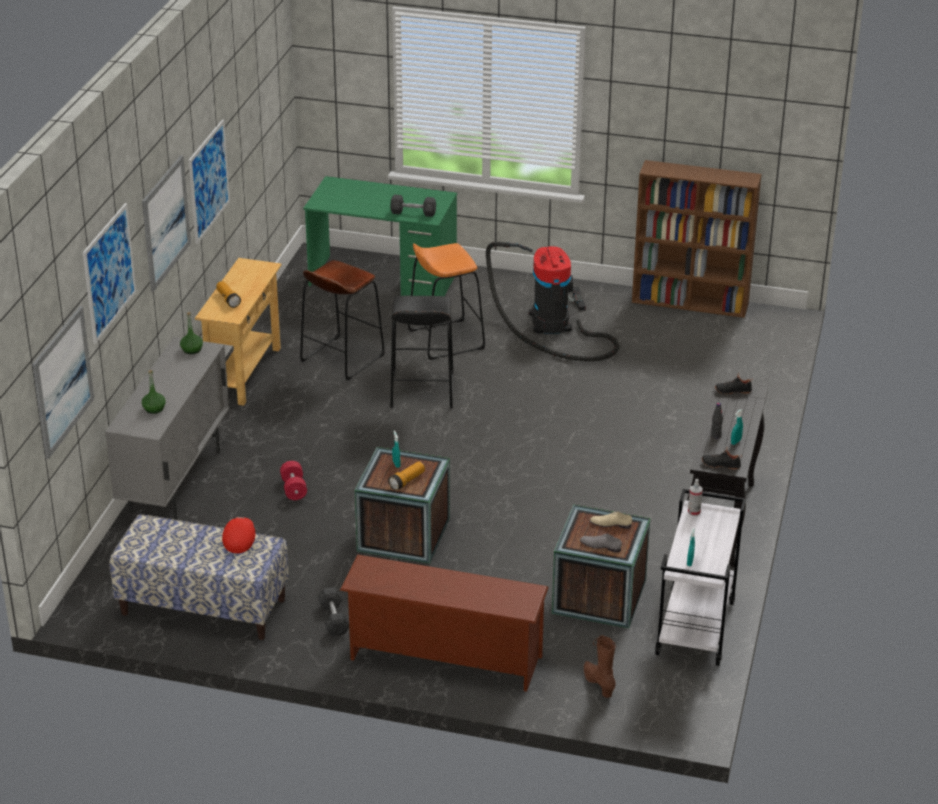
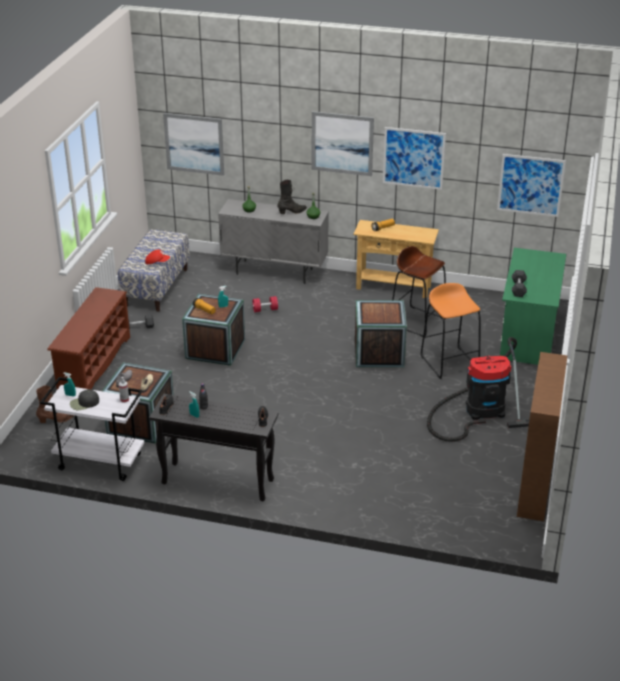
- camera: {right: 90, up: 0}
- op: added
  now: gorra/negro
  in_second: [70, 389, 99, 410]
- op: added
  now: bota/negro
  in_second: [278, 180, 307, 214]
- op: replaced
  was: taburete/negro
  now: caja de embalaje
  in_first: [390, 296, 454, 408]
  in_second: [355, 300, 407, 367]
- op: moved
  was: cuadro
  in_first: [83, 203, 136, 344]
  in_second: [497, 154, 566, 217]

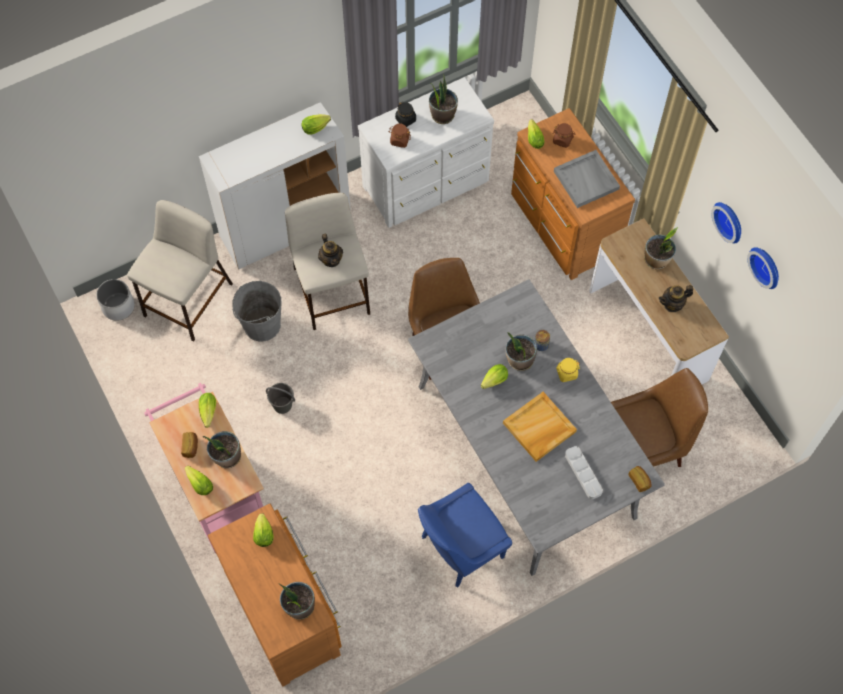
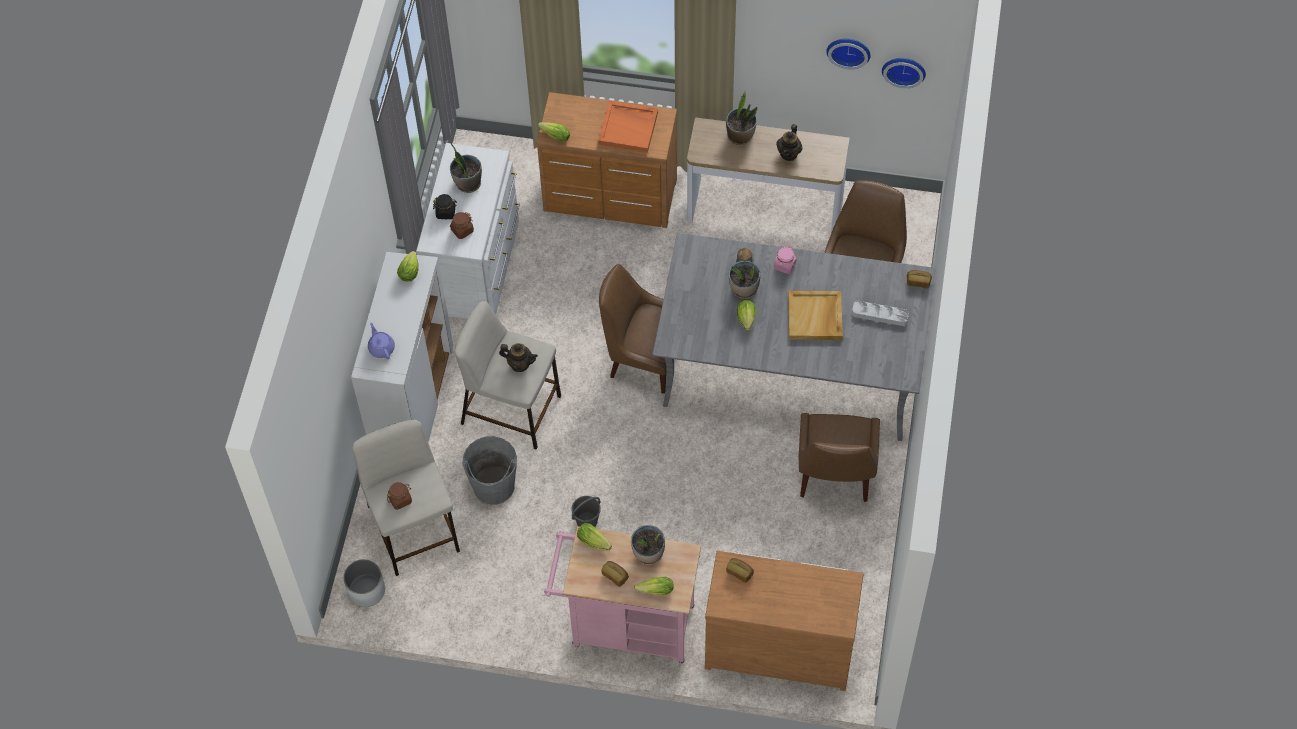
- camera: {right: -50, up: -5}
- op: added
  now: tetera/morado
  in_second: [368, 323, 395, 359]
- op: moved
  was: tarro/marrón
  in_first: [553, 123, 575, 148]
  in_second: [387, 482, 412, 510]
- op: recoloured
  was: bandeja/gris
  now: bandeja/naranja
  in_first: [554, 150, 620, 208]
  in_second: [598, 101, 658, 153]
- op: replaced
  was: lechuga
  now: pan
  in_first: [253, 513, 274, 547]
  in_second: [726, 558, 754, 583]
- op: recoloured
  was: tarro/amarillo
  now: tarro/rosa
  in_first: [556, 358, 580, 382]
  in_second: [774, 246, 796, 274]
- op: recoloured
  was: silla/azul
  now: silla/marrón
  in_first: [418, 483, 512, 588]
  in_second: [799, 413, 880, 502]
- op: moved
  was: reloj de pared
  in_first: [711, 202, 741, 243]
  in_second: [882, 58, 926, 88]
- op: removed
  was: planta en maceta
  in_first: [279, 582, 315, 620]

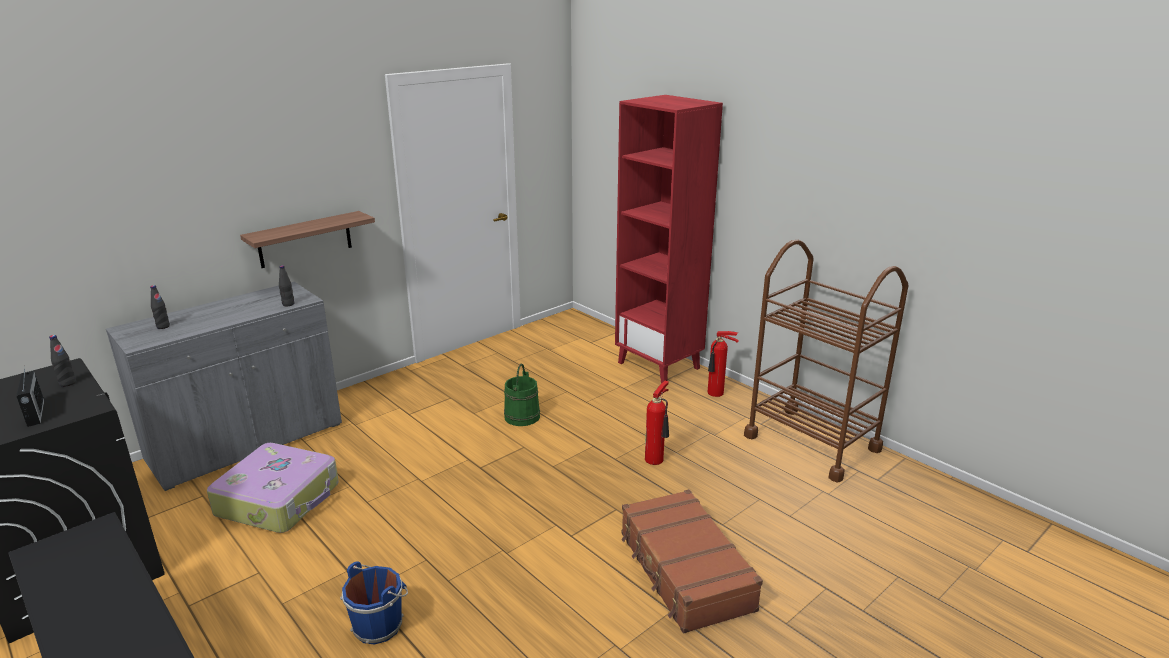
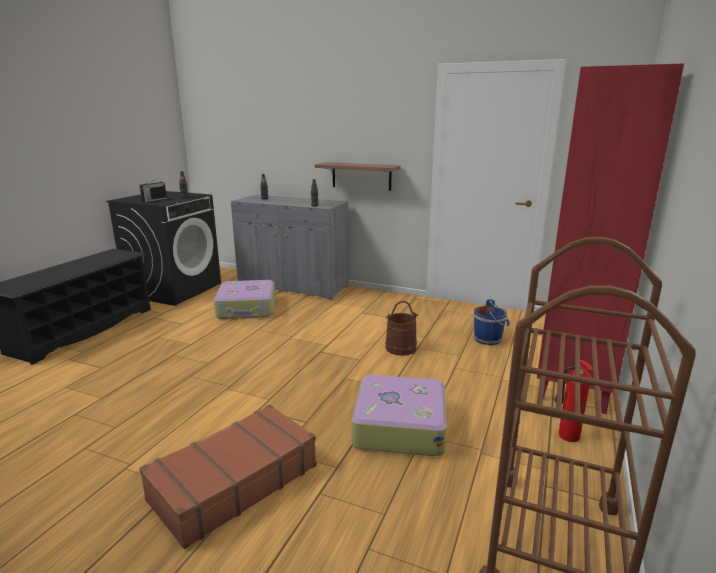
- camera: {right: 65, up: -5}
- op: replaced
  was: extintor
  now: maleta
  in_first: [645, 381, 669, 465]
  in_second: [352, 375, 447, 456]
- op: recoloured
  was: cubo/verde
  now: cubo/marrón
  in_first: [504, 364, 540, 426]
  in_second: [385, 301, 418, 356]
- op: moved
  was: cubo/azul
  in_first: [340, 561, 408, 645]
  in_second: [473, 299, 509, 345]

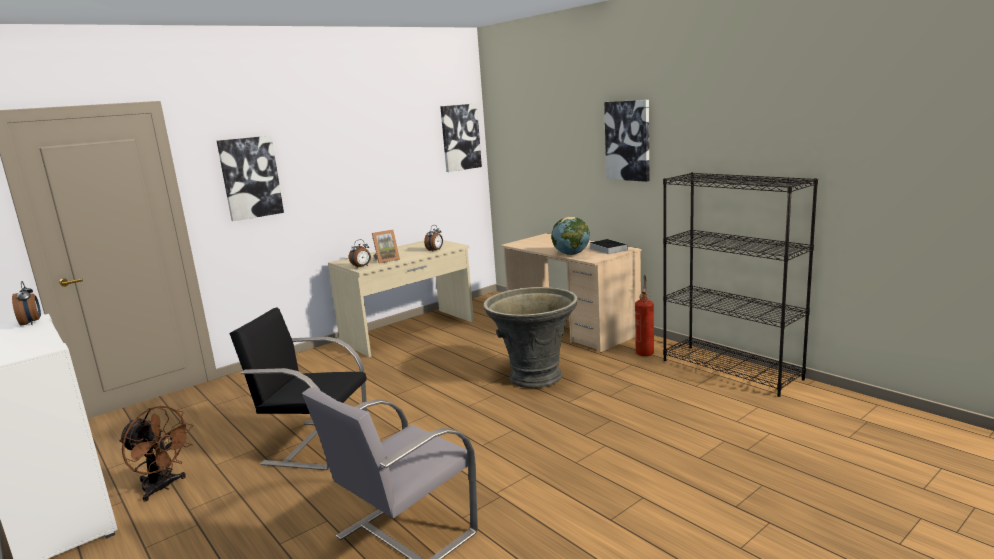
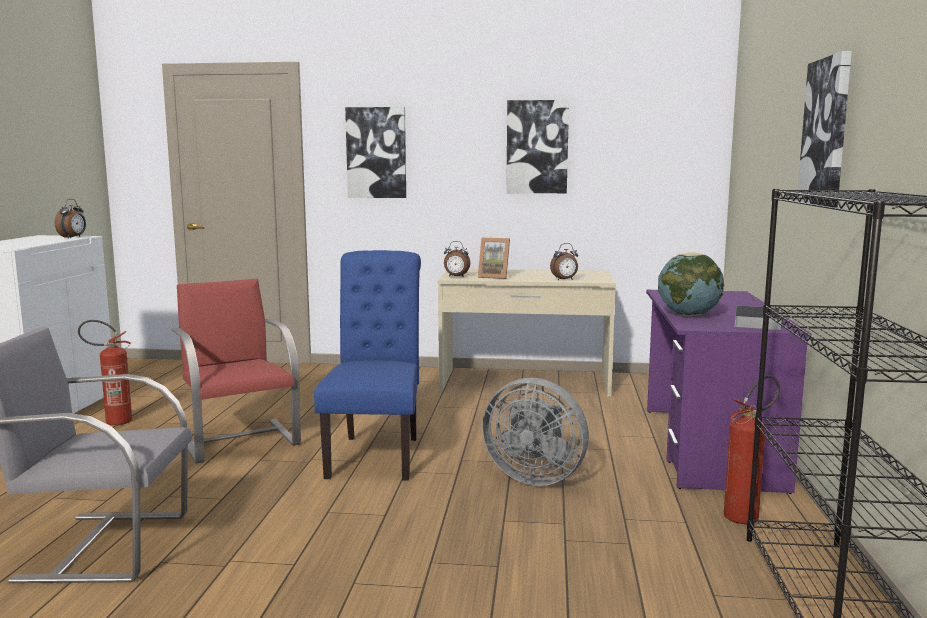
- camera: {right: 45, up: -5}
- op: replaced
  was: ventilador/marrón
  now: extintor
  in_first: [119, 406, 193, 502]
  in_second: [78, 320, 132, 425]
- op: recoloured
  was: silla/negro
  now: silla/rojo
  in_first: [229, 307, 367, 470]
  in_second: [171, 278, 301, 464]
- op: added
  now: silla/azul
  in_second: [314, 250, 421, 481]
- op: replaced
  was: maceta/gris
  now: ventilador/gris
  in_first: [483, 287, 578, 388]
  in_second: [482, 378, 589, 486]
- op: moved
  was: cuadro
  in_first: [440, 103, 482, 172]
  in_second: [506, 100, 569, 193]
- op: recoloured
  was: escritorio/beis
  now: escritorio/morado
  in_first: [500, 233, 642, 353]
  in_second: [646, 290, 812, 494]

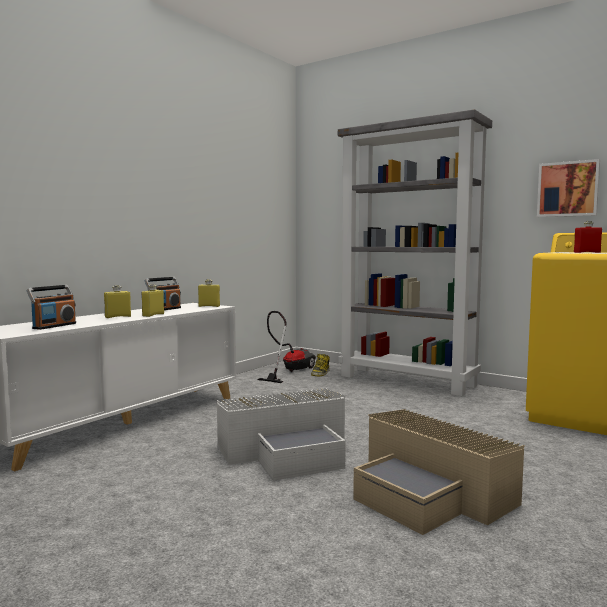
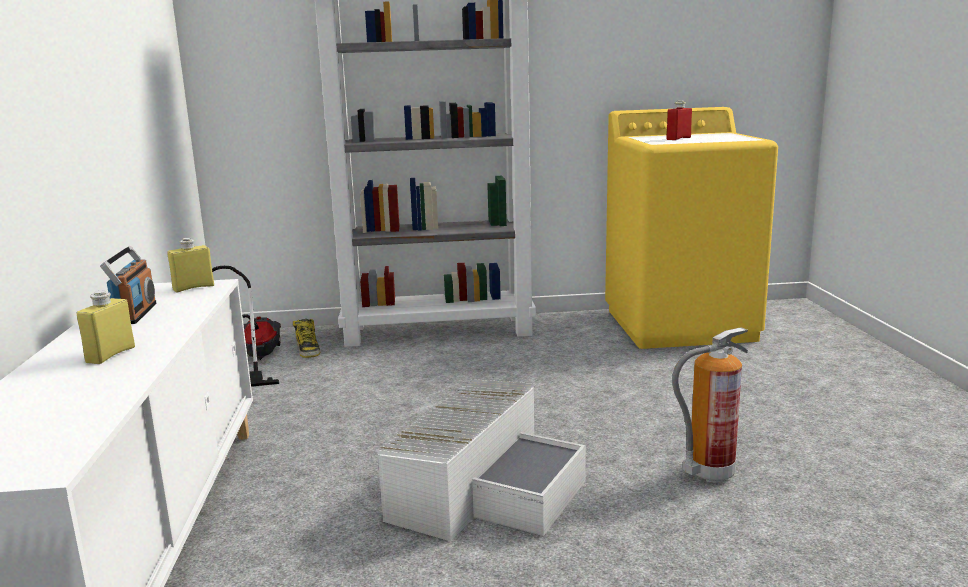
- camera: {right: -40, up: 10}
- op: replaced
  was: caja de almacenaje/beis
  now: extintor
  in_first: [353, 409, 525, 535]
  in_second: [672, 327, 748, 483]
- op: removed
  was: radio
  in_first: [26, 285, 76, 330]
- op: removed
  was: botella/amarillo
  in_first: [142, 284, 164, 317]
- op: removed
  was: cuadro
  in_first: [537, 159, 600, 217]

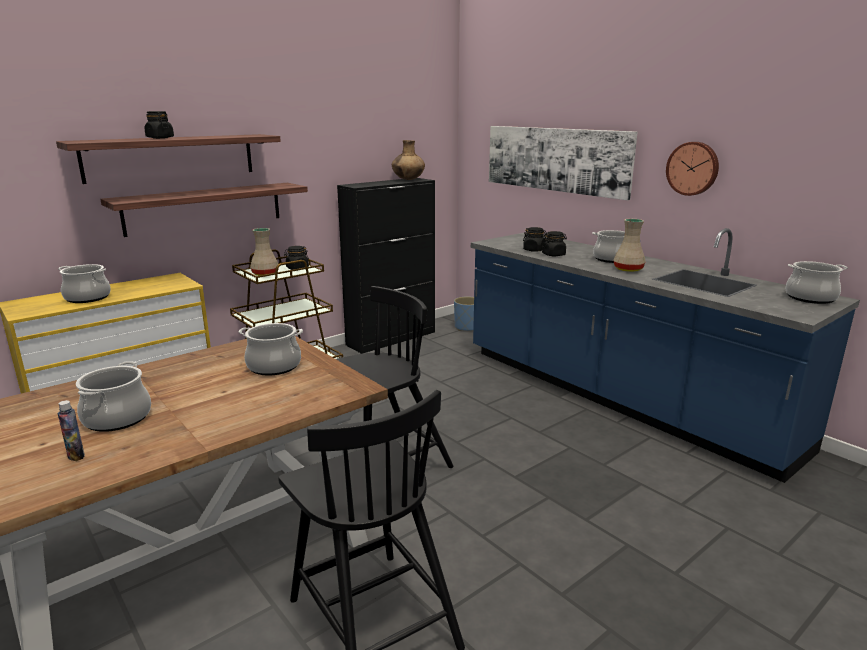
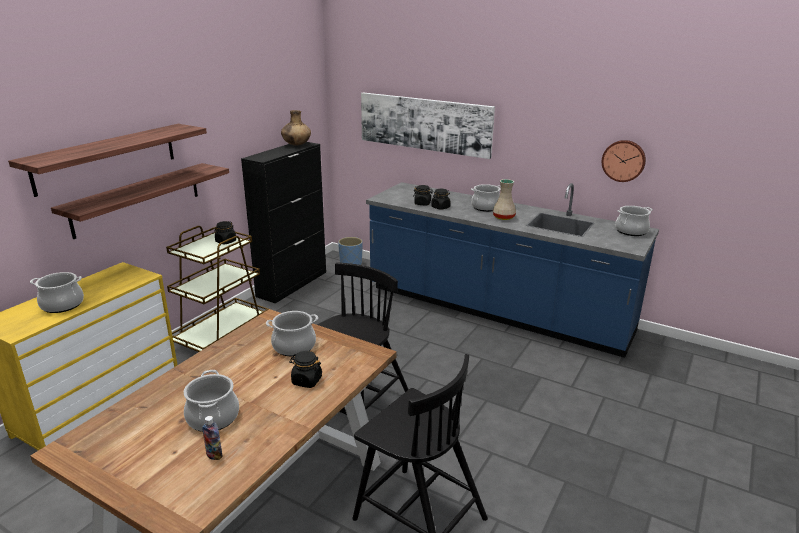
- camera: {right: -20, up: 5}
- op: moved
  was: tarro/negro
  in_first: [144, 111, 174, 139]
  in_second: [289, 351, 322, 388]
- op: moved
  was: reloj de pared
  in_first: [666, 142, 719, 196]
  in_second: [602, 140, 646, 182]
- op: removed
  was: florero/beis
  in_first: [250, 228, 279, 276]

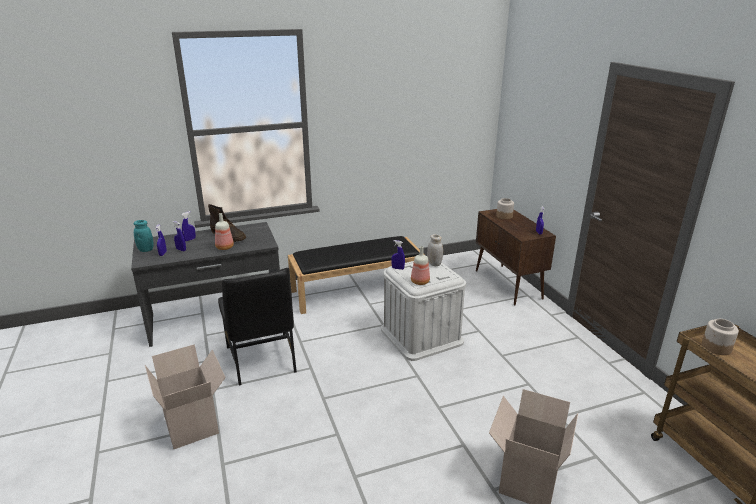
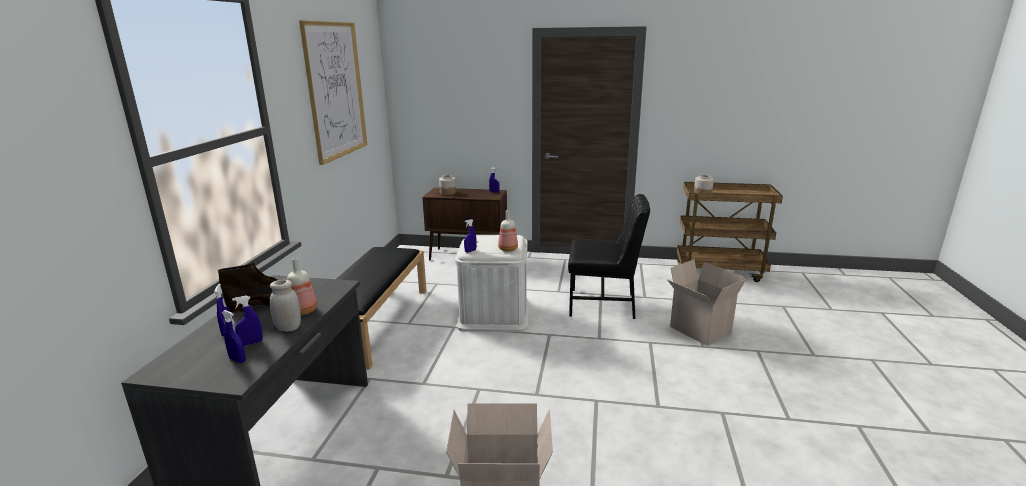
- camera: {right: -60, up: -5}
- op: moved
  was: tarro/blanco
  in_first: [427, 234, 443, 266]
  in_second: [270, 280, 301, 332]
- op: added
  now: cuadro
  in_second: [299, 21, 367, 165]
- op: moved
  was: silla/negro
  in_first: [218, 268, 297, 386]
  in_second: [568, 194, 650, 319]
- op: removed
  was: tarro/turquesa
  in_first: [134, 220, 154, 252]

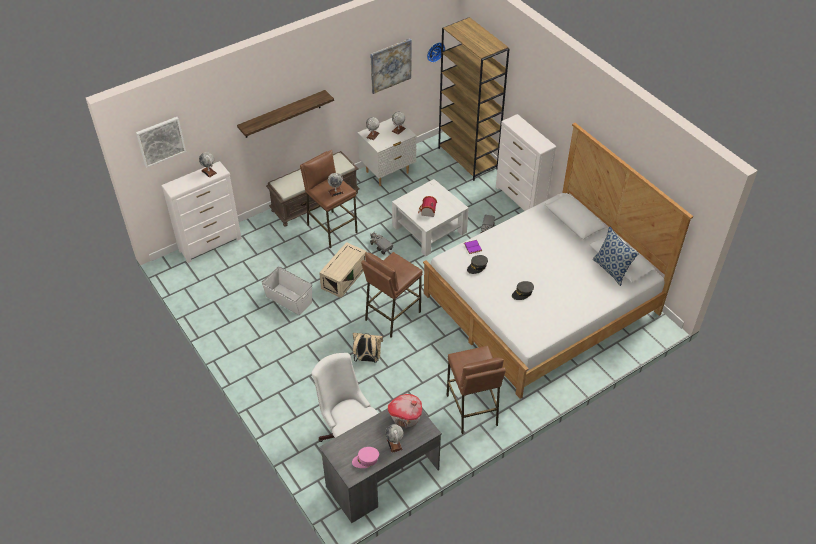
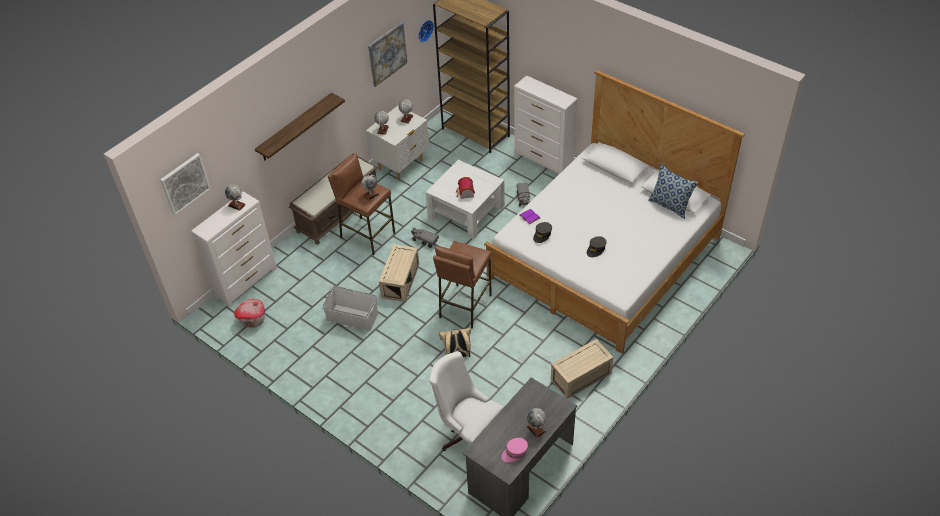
- camera: {right: -15, up: 0}
- op: moved
  was: casita
  in_first: [388, 394, 422, 428]
  in_second: [234, 299, 265, 328]
- op: replaced
  was: taburete/marrón
  now: caja de almacenaje/beis
  in_first: [447, 346, 506, 434]
  in_second: [551, 339, 613, 399]

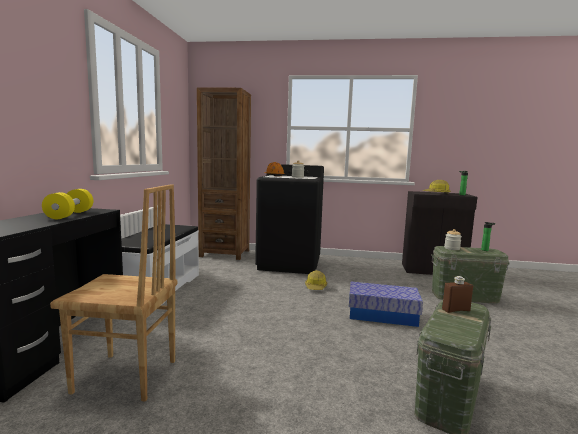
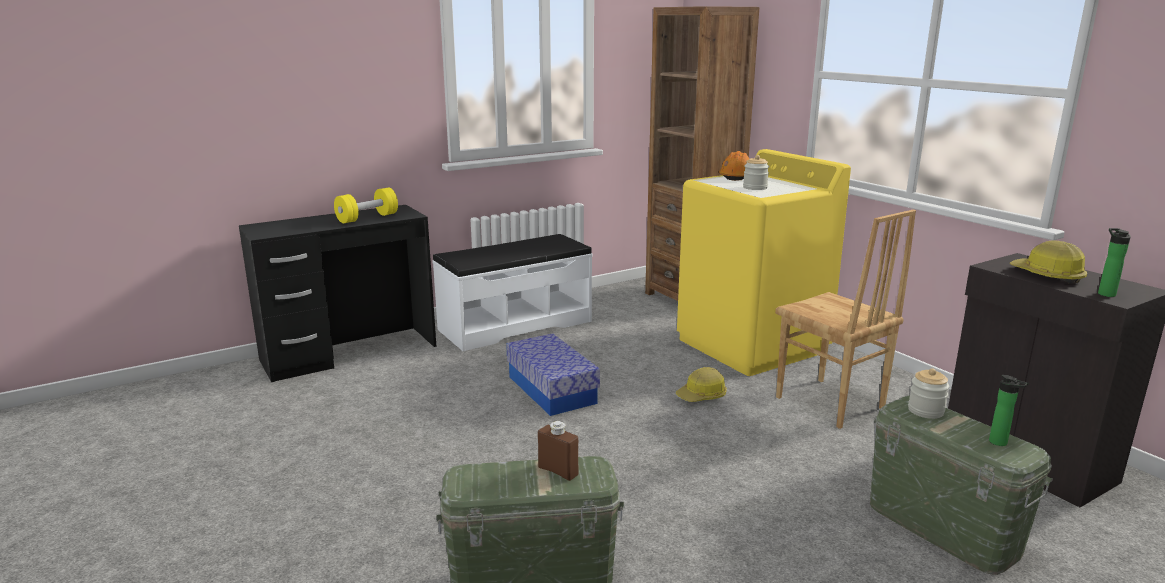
- camera: {right: 50, up: 10}
- op: moved
  was: caja de almacenaje
  in_first: [349, 282, 423, 327]
  in_second: [506, 333, 600, 416]
- op: recoloured
  was: lavadora/negro
  now: lavadora/amarillo
  in_first: [255, 164, 324, 274]
  in_second: [677, 149, 851, 376]
- op: moved
  was: silla/marrón
  in_first: [50, 184, 177, 402]
  in_second: [775, 209, 916, 429]

